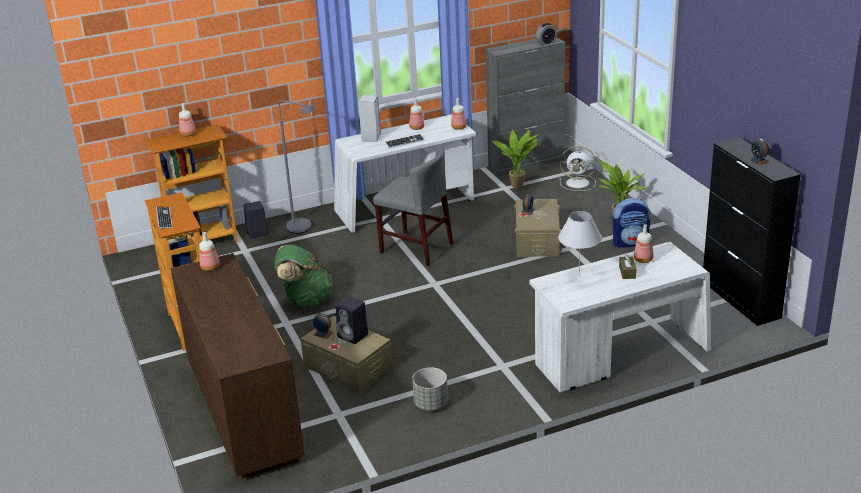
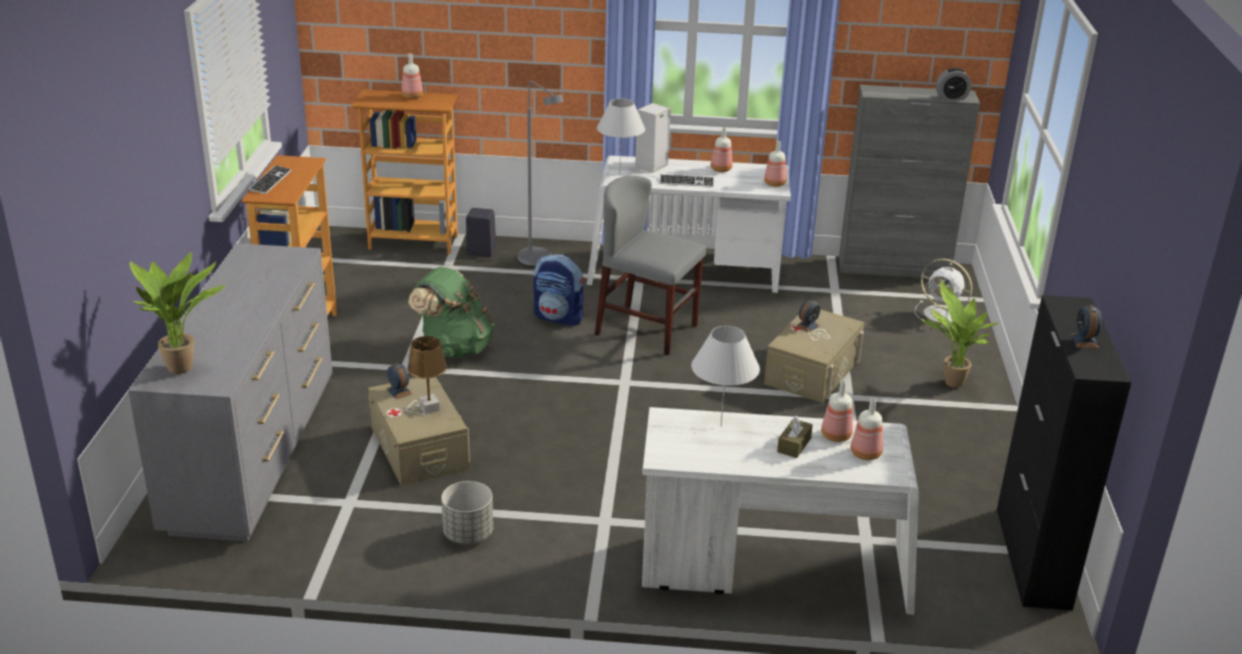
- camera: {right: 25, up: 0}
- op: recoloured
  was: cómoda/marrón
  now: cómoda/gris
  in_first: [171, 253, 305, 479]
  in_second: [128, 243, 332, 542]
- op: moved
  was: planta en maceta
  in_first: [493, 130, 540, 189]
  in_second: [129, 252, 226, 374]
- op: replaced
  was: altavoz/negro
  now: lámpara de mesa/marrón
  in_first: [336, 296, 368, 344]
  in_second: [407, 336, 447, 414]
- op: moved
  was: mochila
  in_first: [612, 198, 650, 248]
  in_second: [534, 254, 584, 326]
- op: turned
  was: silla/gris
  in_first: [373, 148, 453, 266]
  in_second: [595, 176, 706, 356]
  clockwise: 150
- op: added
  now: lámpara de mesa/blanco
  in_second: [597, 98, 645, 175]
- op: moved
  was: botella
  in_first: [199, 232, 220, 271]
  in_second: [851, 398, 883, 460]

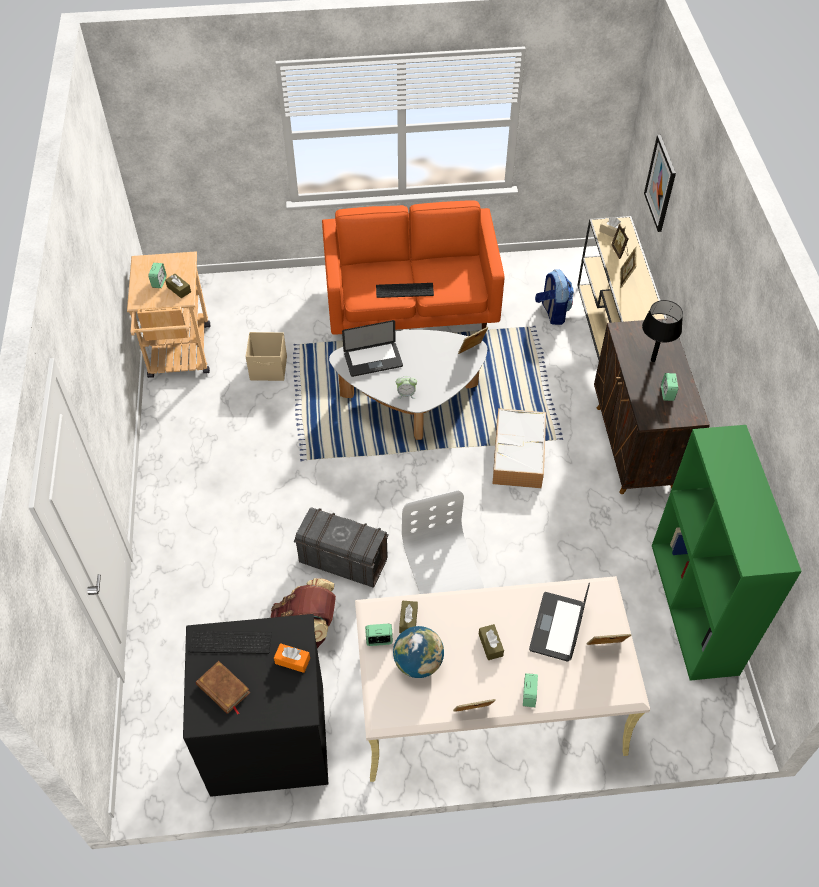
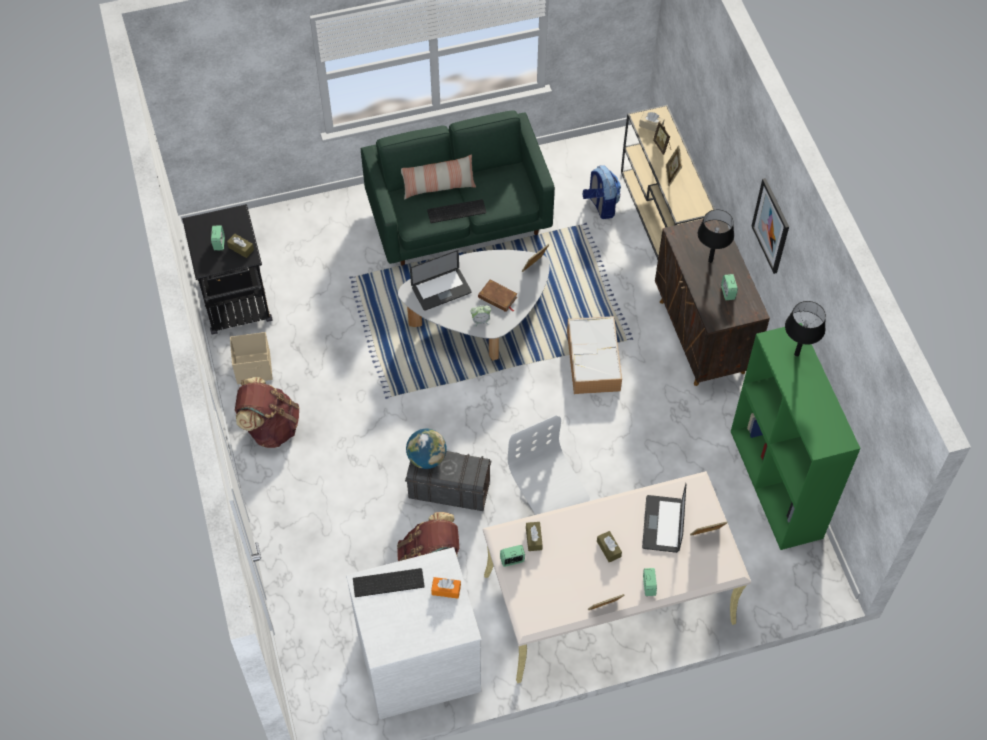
- camera: {right: -10, up: 5}
- op: recoloured
  was: carrito/beis
  now: carrito/negro
  in_first: [127, 252, 210, 378]
  in_second: [182, 204, 272, 334]
- op: moved
  was: caja de almacenaje/beis
  in_first: [246, 332, 287, 381]
  in_second: [230, 332, 273, 384]
- op: added
  now: mochila/marrón
  in_second: [235, 377, 299, 448]
- op: recoloured
  was: cómoda/negro
  now: cómoda/blanco
  in_first: [183, 614, 328, 796]
  in_second: [346, 547, 482, 719]
- op: recoloured
  was: sofá/naranja
  now: sofá/verde
  in_first: [322, 200, 505, 335]
  in_second: [361, 110, 555, 266]
- op: added
  now: cojín
  in_second: [401, 154, 476, 200]
- op: moved
  was: globo terráqueo
  in_first: [393, 626, 444, 678]
  in_second: [406, 429, 447, 469]
- op: moved
  was: libro/marrón
  in_first: [196, 661, 250, 715]
  in_second: [478, 280, 518, 312]
- op: moved
  was: cuadro
  in_first: [644, 135, 676, 232]
  in_second: [751, 178, 789, 274]
- op: added
  now: lámpara de mesa/negro
  in_second: [785, 301, 826, 357]

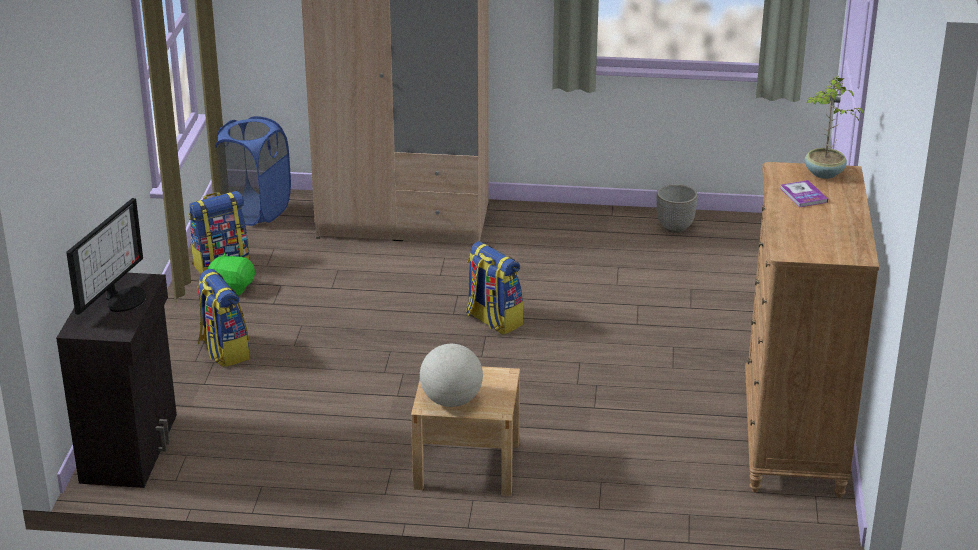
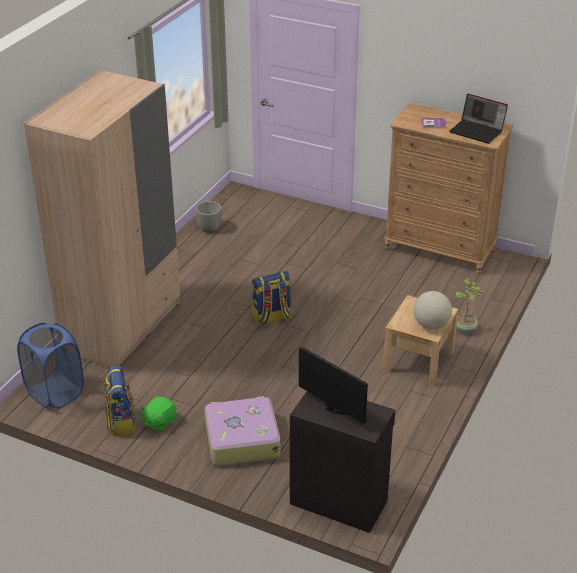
- camera: {right: -70, up: 5}
- op: replaced
  was: mochila
  now: maleta
  in_first: [197, 269, 250, 367]
  in_second: [205, 396, 280, 466]
- op: added
  now: portátil
  in_second: [449, 93, 508, 144]
- op: moved
  was: planta en maceta
  in_first: [805, 76, 864, 179]
  in_second: [454, 278, 486, 333]

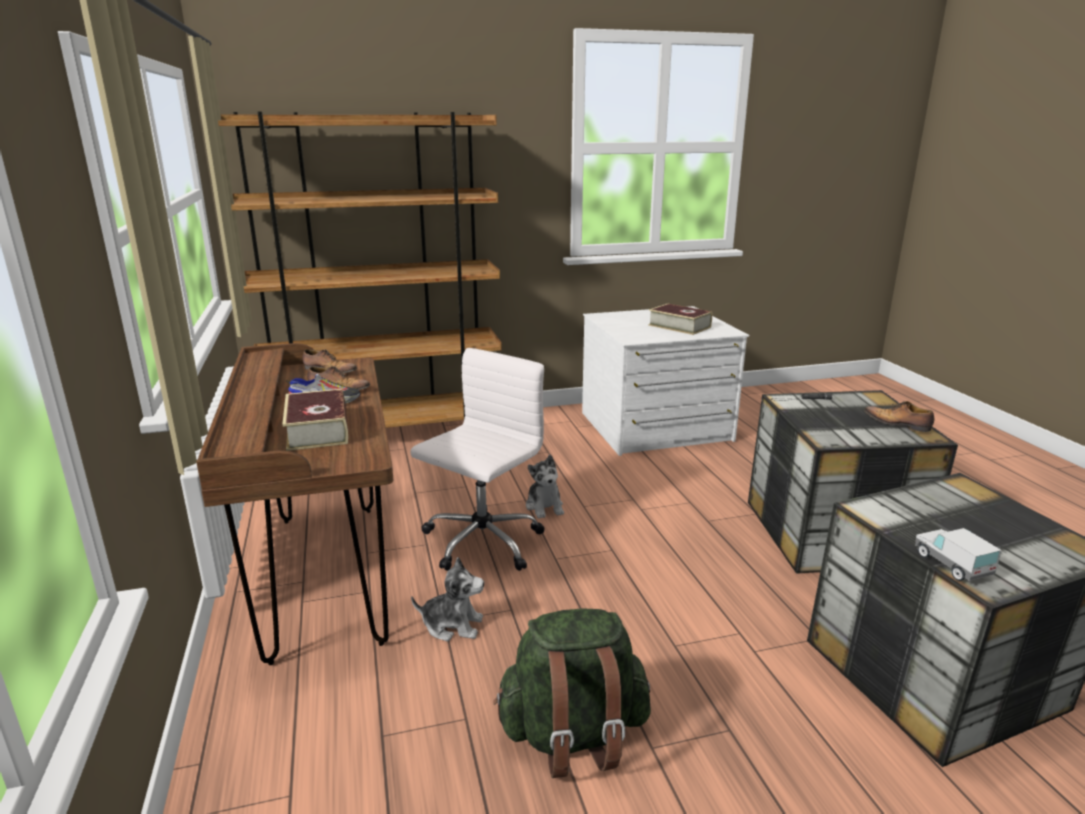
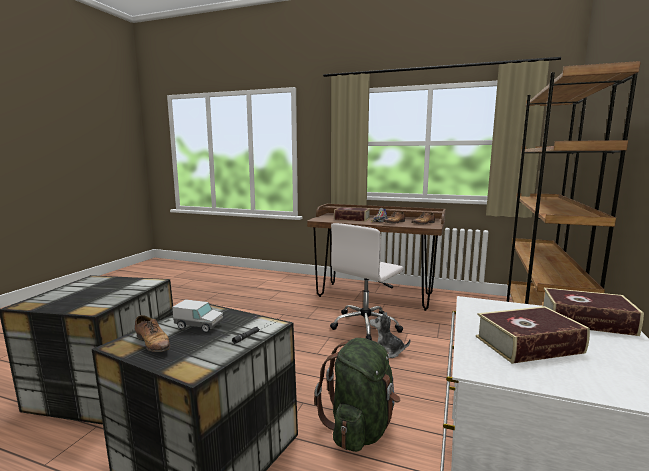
- camera: {right: 125, up: -10}
- op: turned
  was: zapato
  in_first: [864, 401, 935, 432]
  in_second: [135, 315, 170, 352]
  clockwise: 60
- op: moved
  was: camión de juguete
  in_first: [915, 528, 1002, 581]
  in_second: [172, 299, 223, 333]
- op: moved
  was: mochila/verde
  in_first: [493, 608, 651, 778]
  in_second: [314, 338, 400, 452]
- op: turned
  was: silla de oficina/blanco
  in_first: [411, 348, 544, 571]
  in_second: [330, 223, 404, 340]
  clockwise: 60
- op: added
  now: libro
  in_second: [541, 288, 644, 336]
- op: removed
  was: peluche
  in_first: [411, 557, 484, 641]

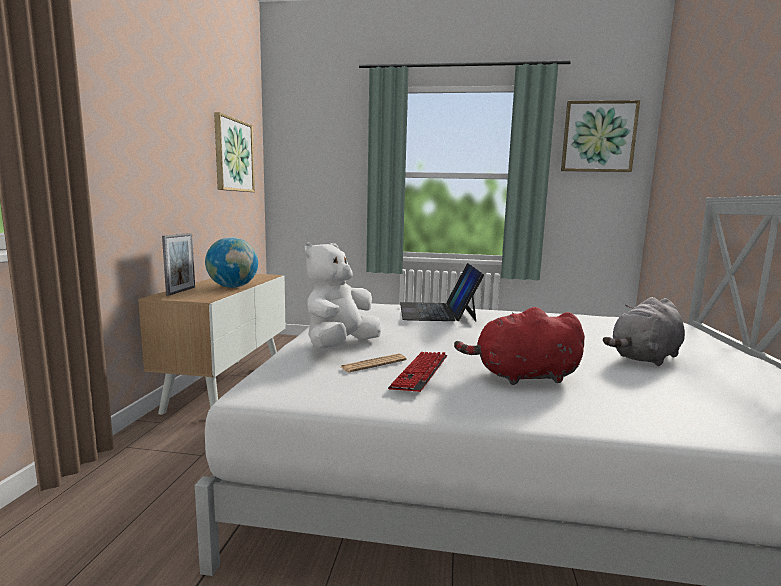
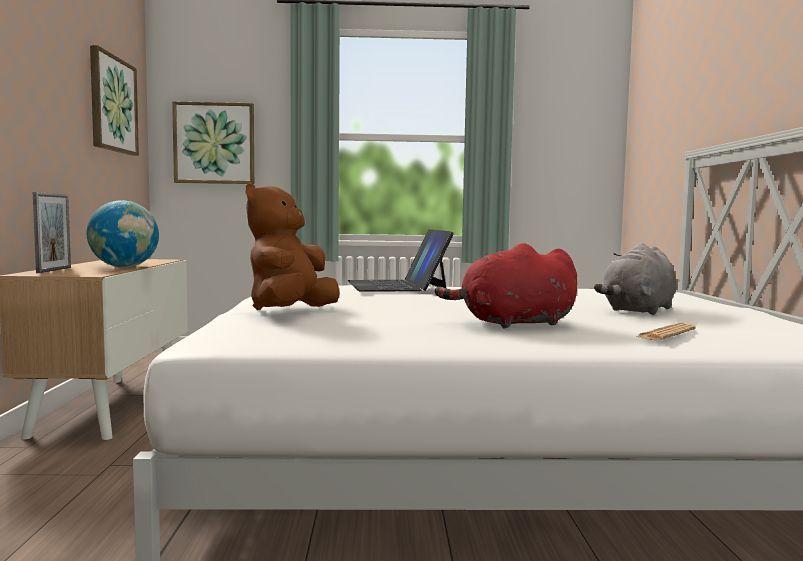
- camera: {right: -10, up: -5}
- op: moved
  was: cuadro
  in_first: [561, 100, 640, 172]
  in_second: [172, 101, 254, 184]
- op: recoloured
  was: peluche/blanco
  now: peluche/marrón
  in_first: [304, 242, 381, 348]
  in_second: [246, 183, 340, 310]
- op: moved
  was: periódico
  in_first: [341, 354, 407, 372]
  in_second: [636, 323, 696, 341]
- op: removed
  was: teclado
  in_first: [388, 352, 447, 392]

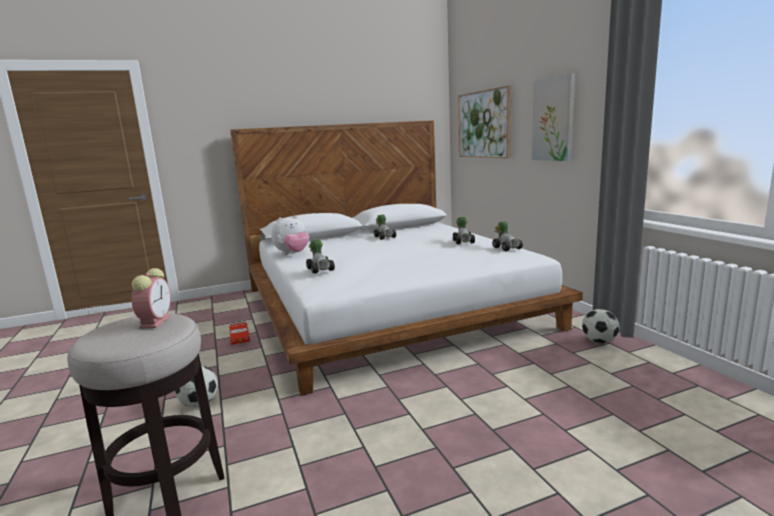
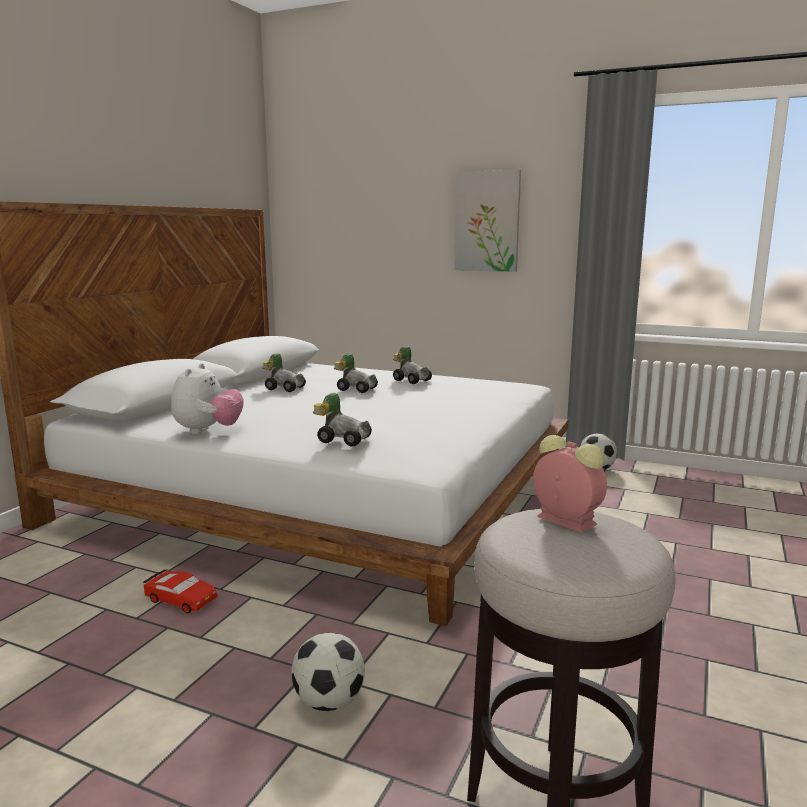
- camera: {right: -45, up: 0}
- op: moved
  was: coche de juguete
  in_first: [492, 221, 523, 251]
  in_second: [334, 354, 378, 393]
- op: removed
  was: cuadro
  in_first: [458, 85, 512, 159]

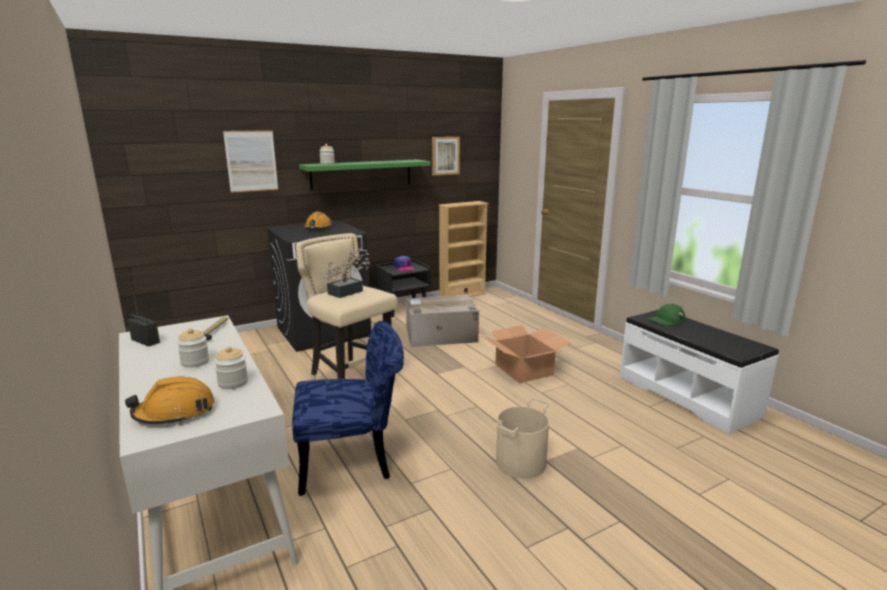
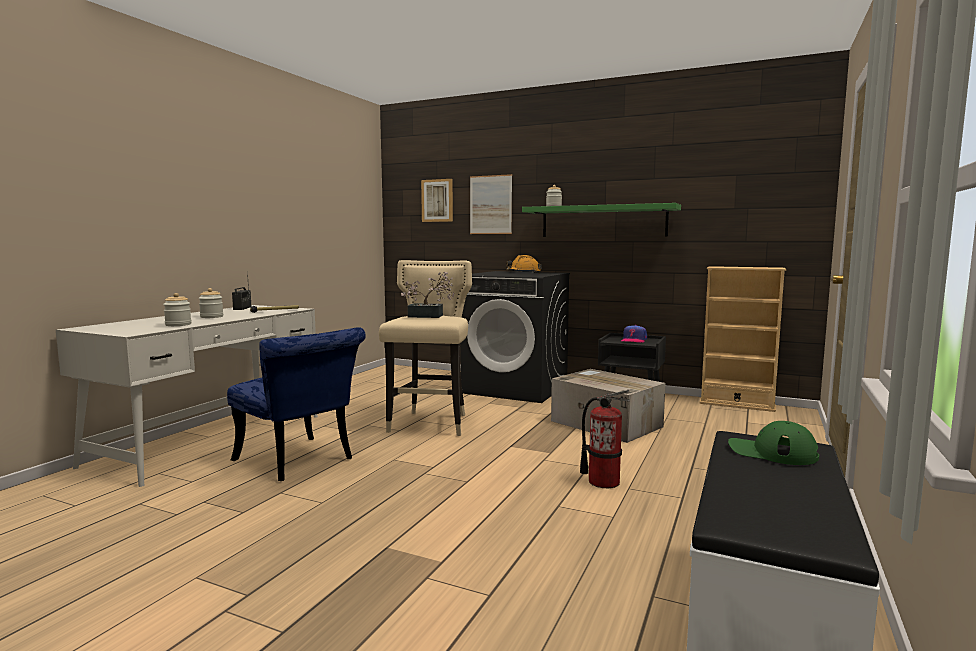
- camera: {right: 55, up: -10}
- op: moved
  was: cuadro
  in_first: [432, 137, 460, 176]
  in_second: [421, 179, 453, 222]
- op: replaced
  was: caja de cartón
  now: extintor
  in_first: [482, 325, 571, 383]
  in_second: [580, 390, 630, 488]
- op: removed
  was: casco/naranja
  in_first: [125, 377, 215, 424]
- op: removed
  was: cubo/beis
  in_first: [495, 398, 550, 479]

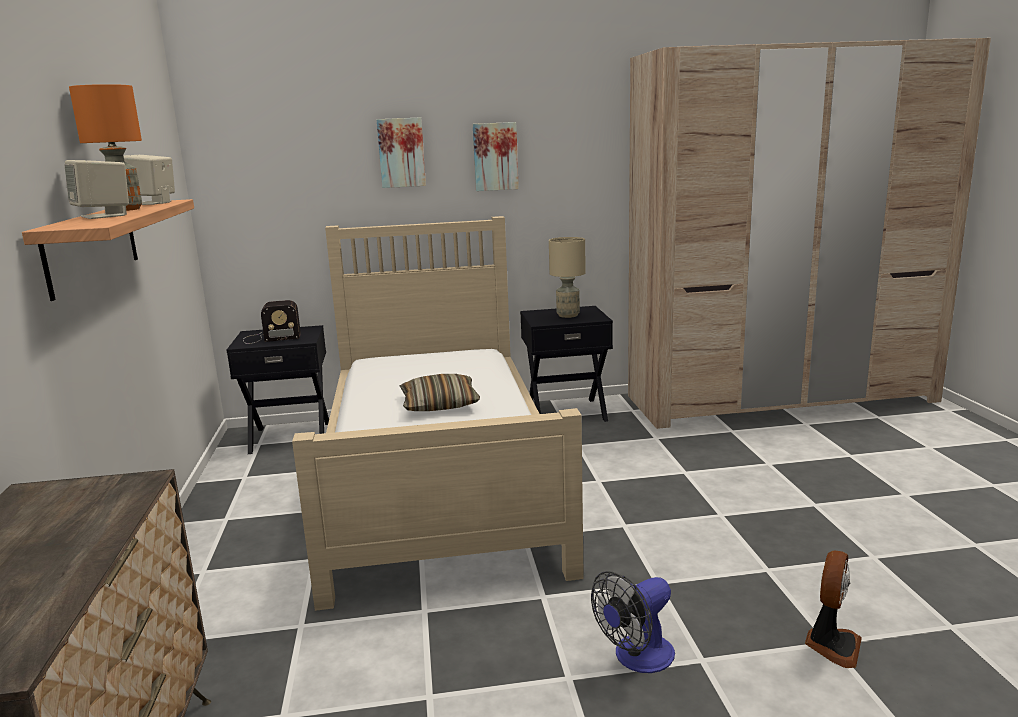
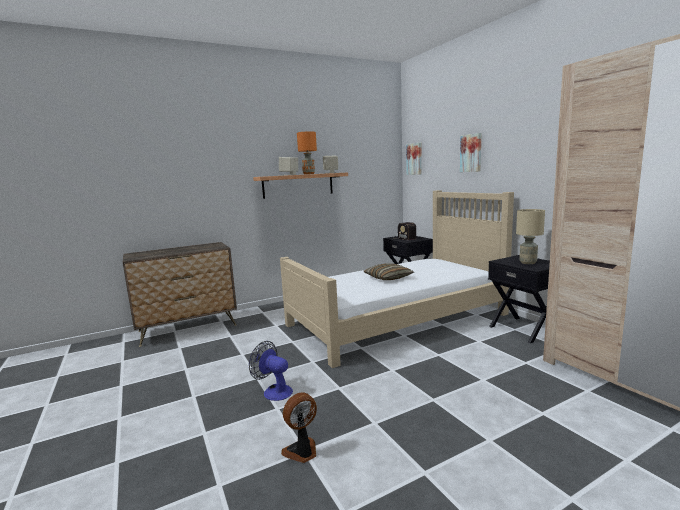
- camera: {right: 70, up: -5}
- op: turned
  was: ventilador
  in_first: [805, 551, 862, 668]
  in_second: [281, 392, 317, 463]
  clockwise: 135
- op: moved
  was: cuadro
  in_first: [473, 122, 519, 191]
  in_second: [406, 143, 422, 175]

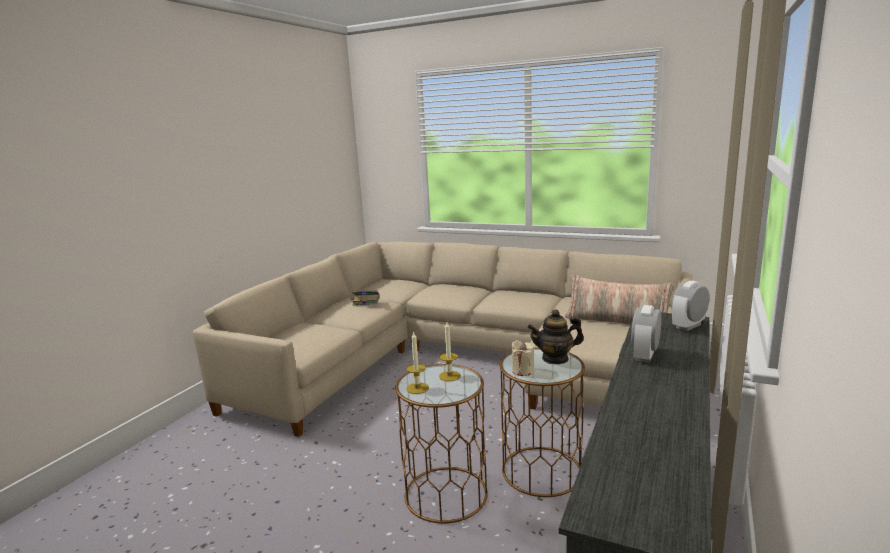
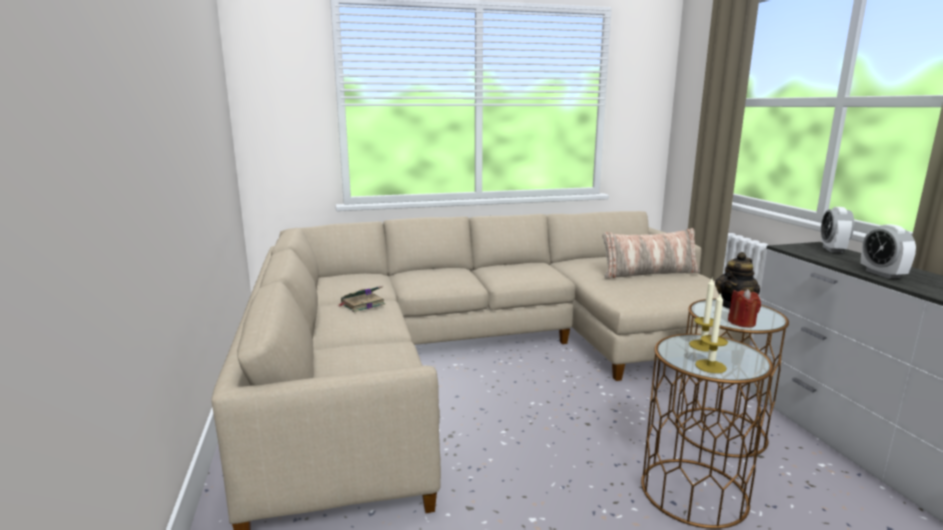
- camera: {right: -40, up: 0}
- op: recoloured
  was: vela/beis
  now: vela/rojo
  in_first: [511, 340, 534, 376]
  in_second: [728, 289, 761, 327]

